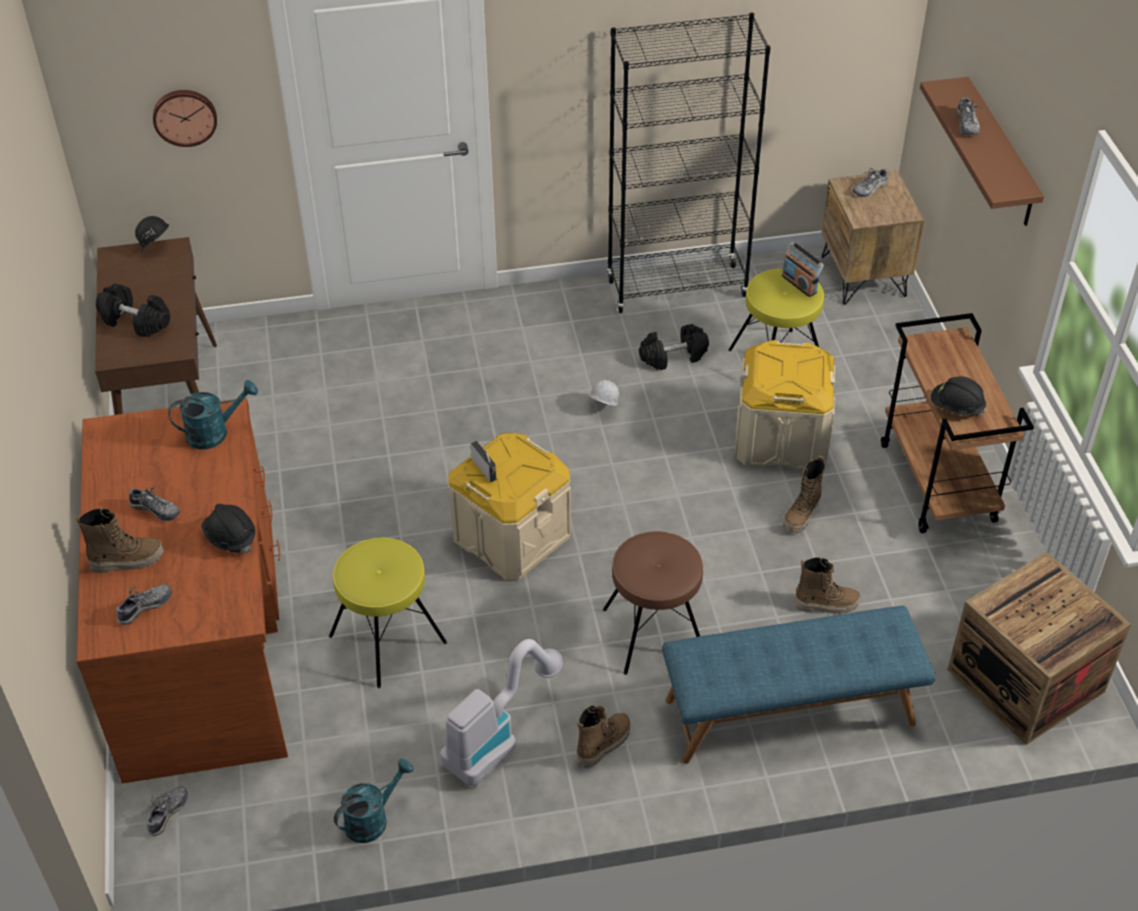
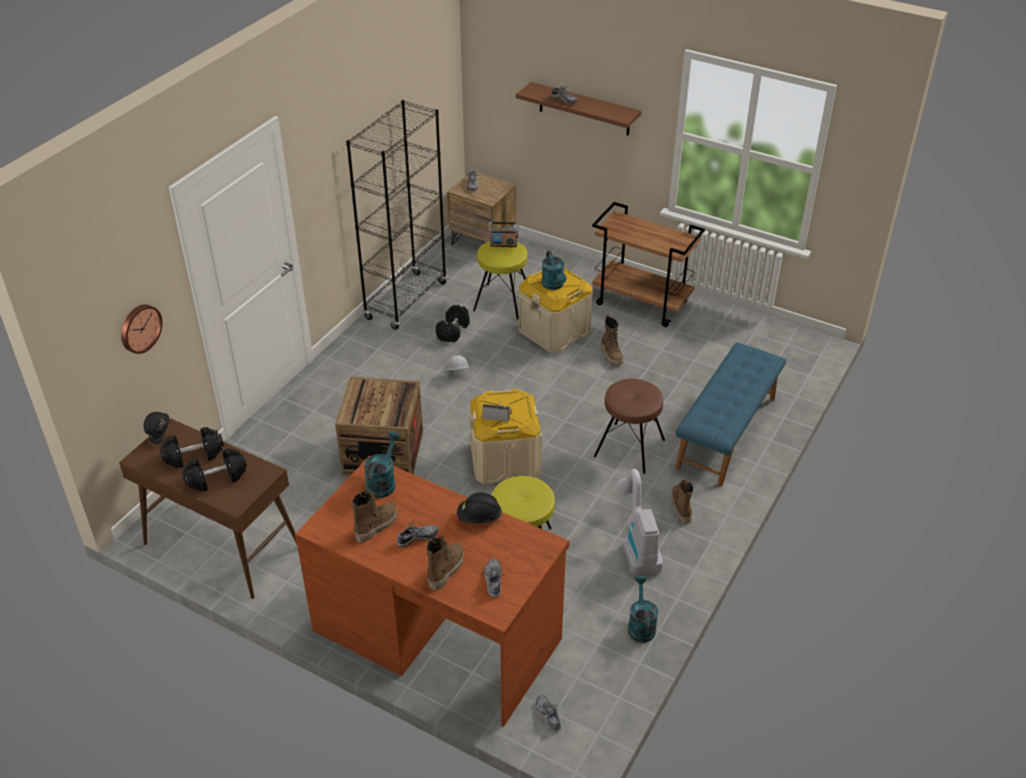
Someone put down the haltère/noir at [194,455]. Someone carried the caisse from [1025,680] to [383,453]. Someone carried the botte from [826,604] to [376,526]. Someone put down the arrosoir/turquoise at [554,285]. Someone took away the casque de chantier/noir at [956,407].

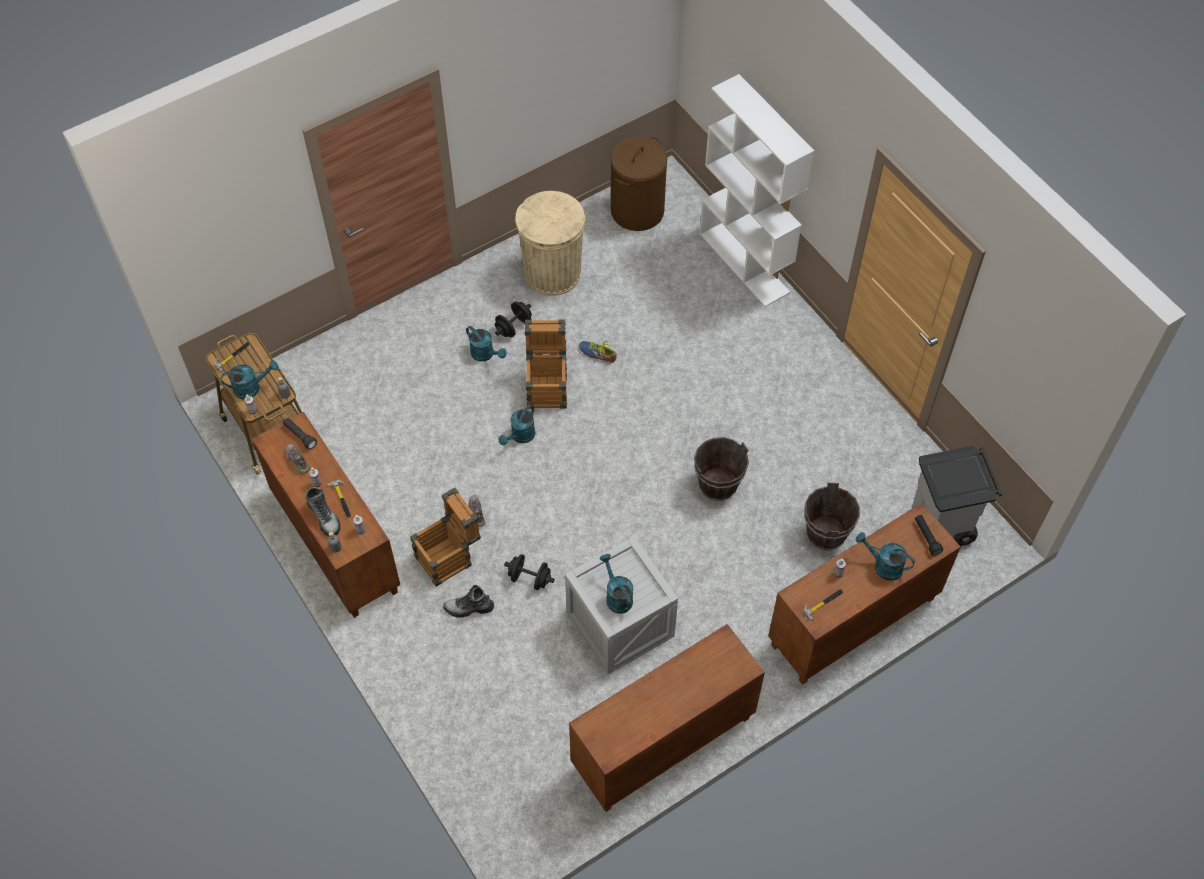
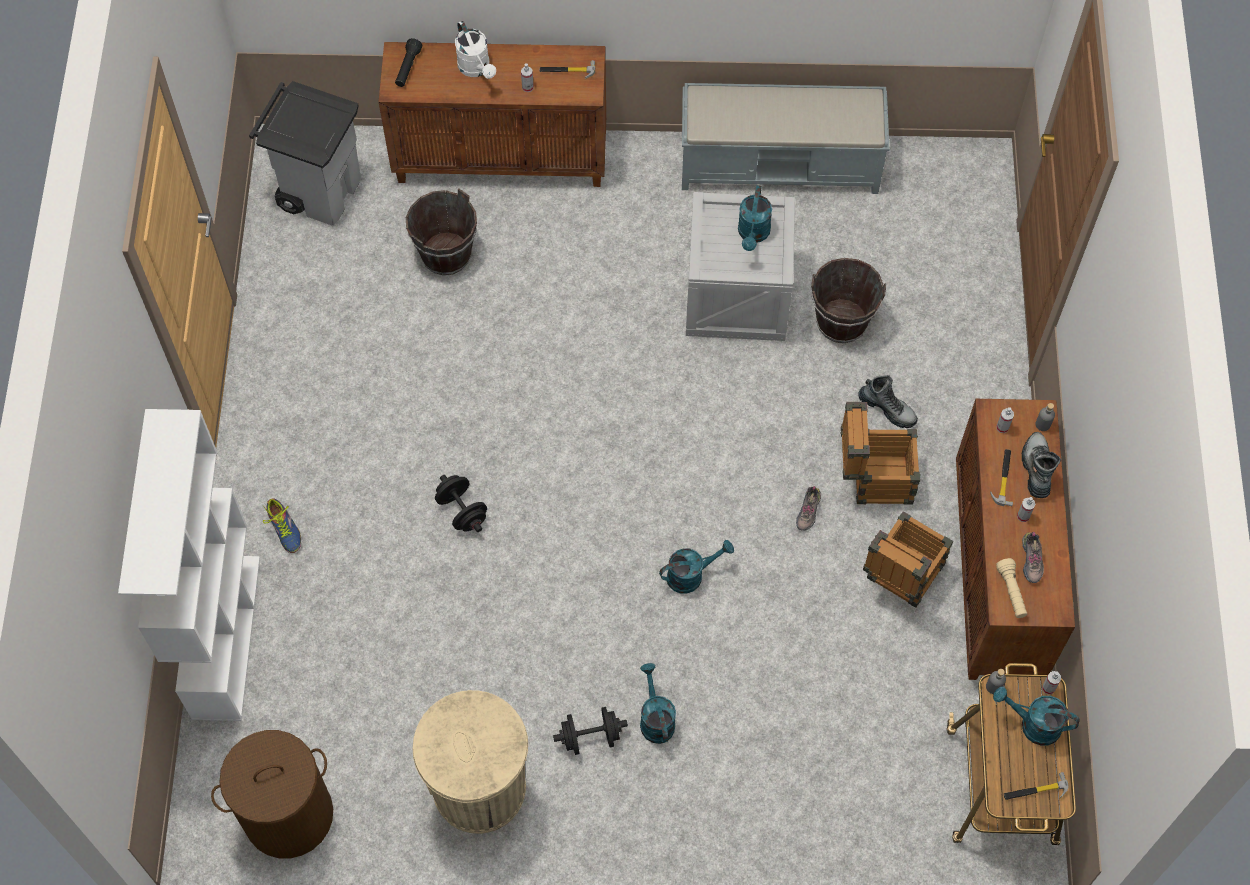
Someone carried the chaussure from [597,354] to [284,528]. Someone carried the haltère/noir from [529,578] to [462,511]. Someone repainted the arrosoir/turquoise at [883,565], which became the arrosoir/blanc at [476,68]. Someone swapped the meuble de rangement/marron at [663,745] for the banc/gris at [781,164]. Someone carried the seau/marron from [718,485] to [842,321]. Someone carried the caisse from [547,386] to [900,578]. Someone repainted the lampe de poche/noir at [300,436], which became the lampe de poche/beige at [1011,592].

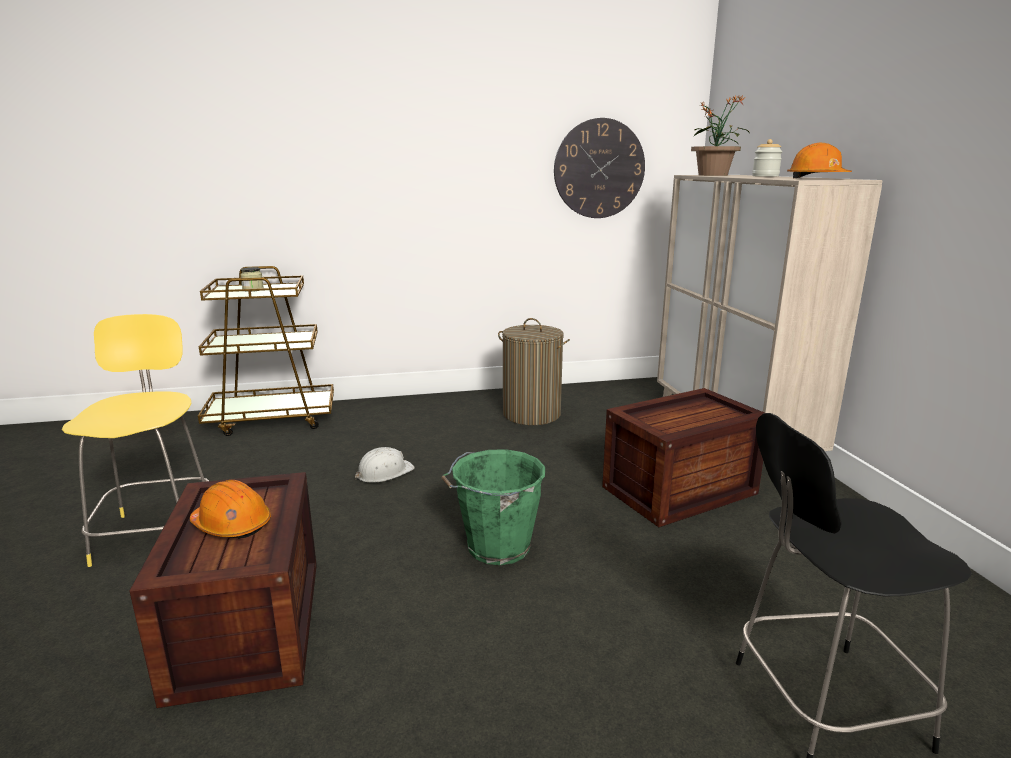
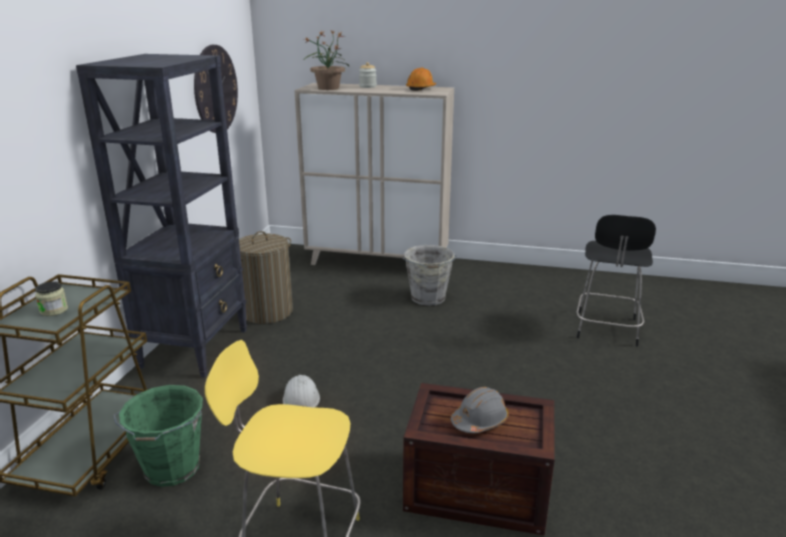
Someone put down the bibliothèque/noir at [195,347]. Someone carried the seau/vert from [496,547] to [171,469]. Someone swapped the caisse at [681,490] for the seau/gris at [428,298]. Someone repainted the casque de chantier/orange at [232,525], which became the casque de chantier/gris at [480,421].

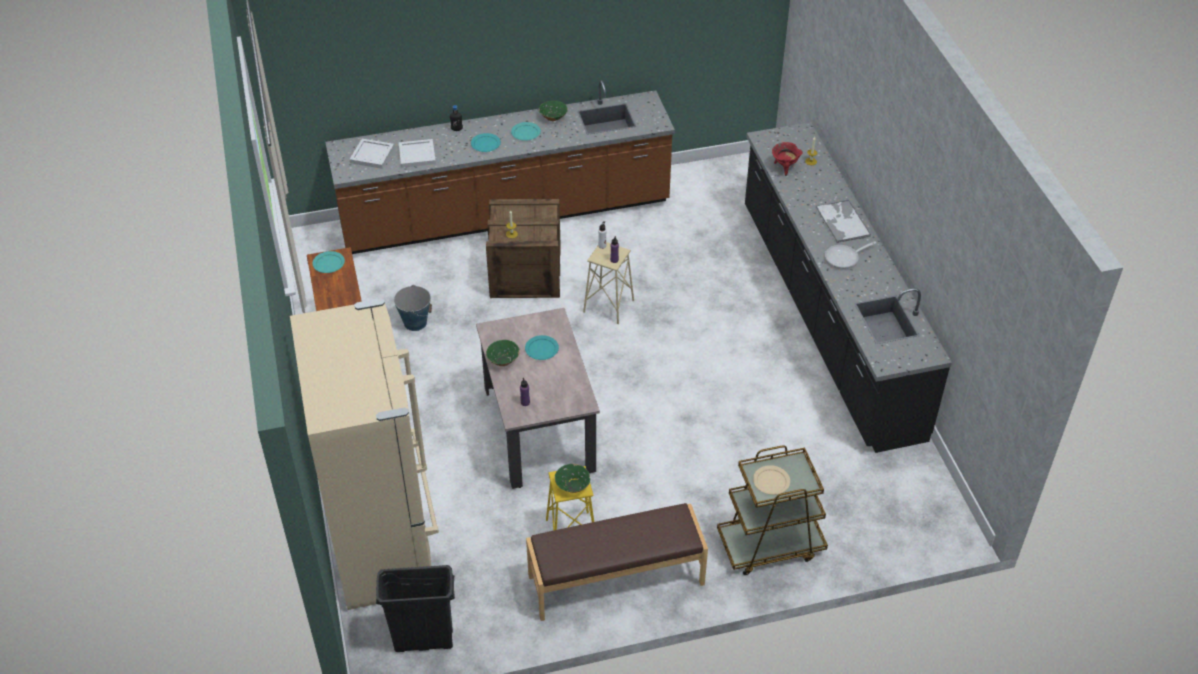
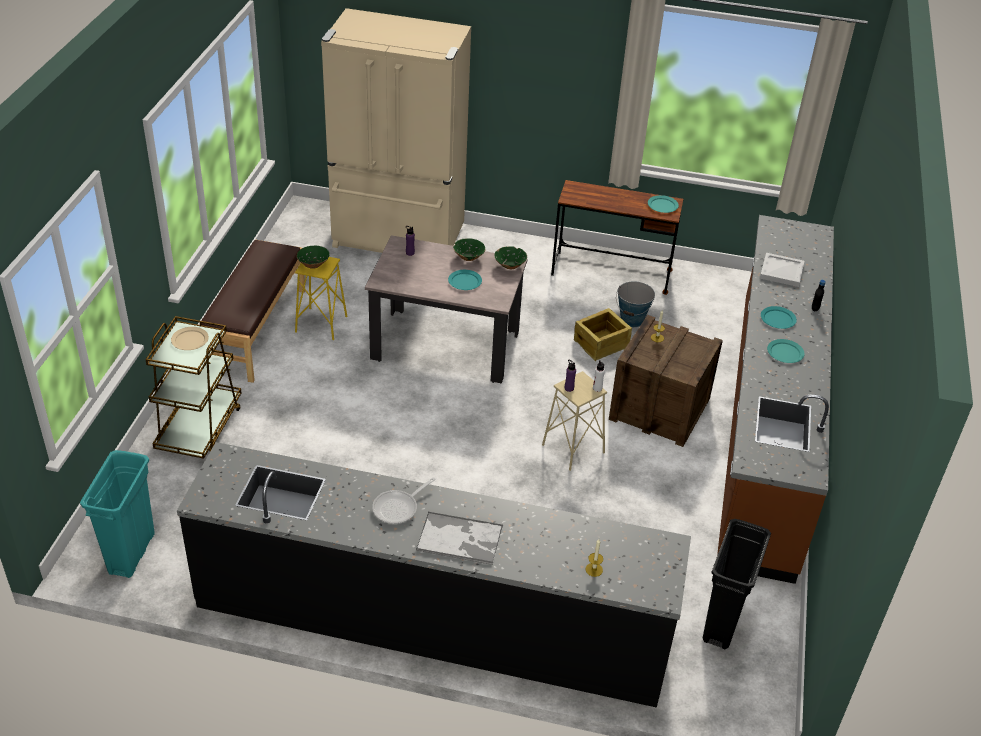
Someone put down the poubelle/turquoise at [131,553]. Someone rotated the poêle at [844,258] by 135 degrees counterclockwise. Someone carried the bol/vert from [553,117] to [510,266]. Someone put down the caisse at [601,344]. Someone carried the poubelle/noir from [424,640] to [722,623]. Someone took away the plateau/blanc at [372,155]. Someone took away the marmite/rouge at [784,167].

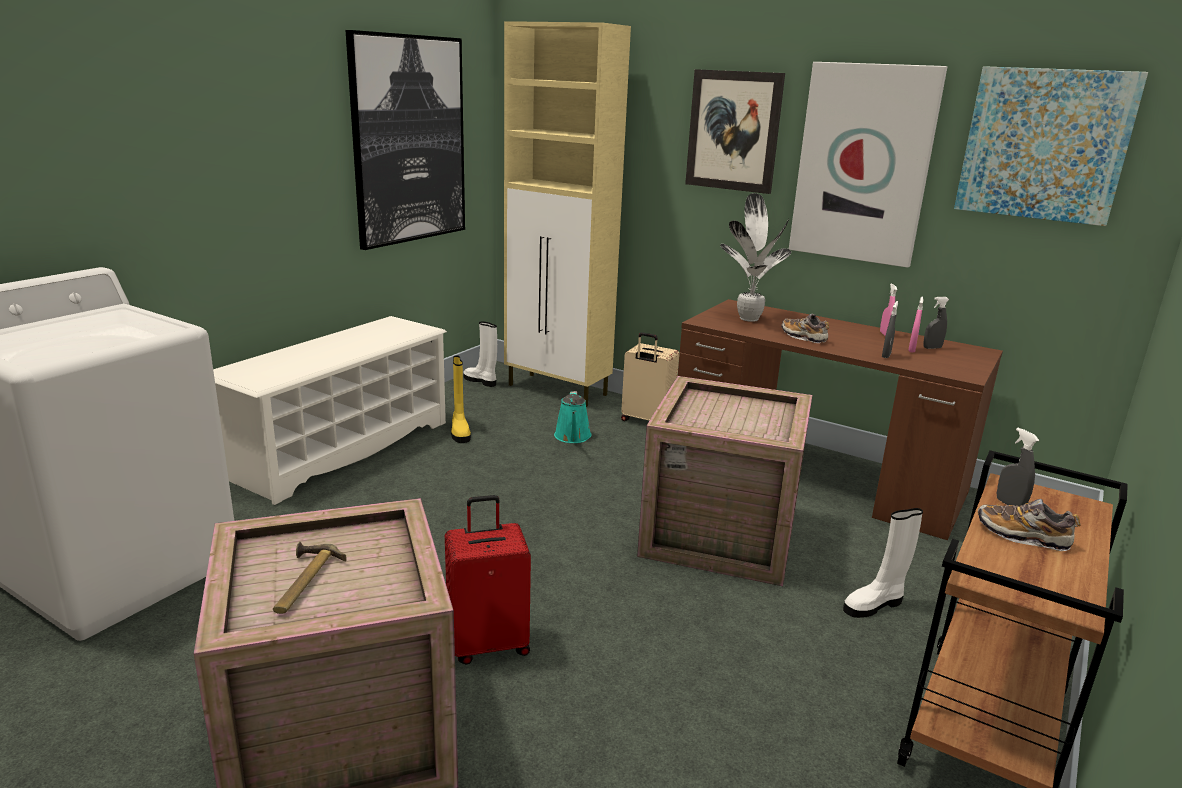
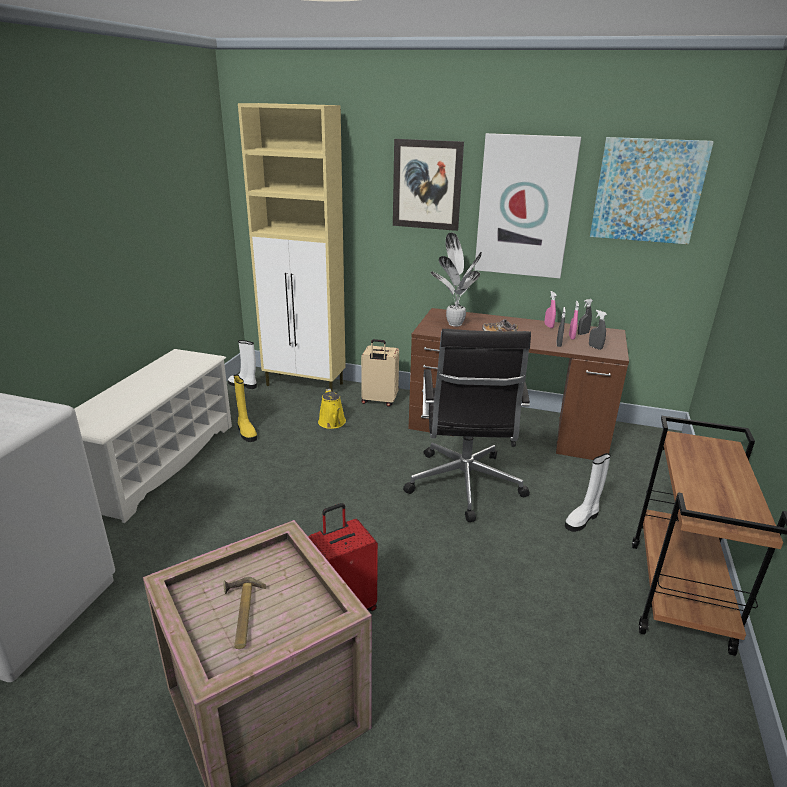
Someone repainted the arrosoir/turquoise at [572,437], which became the arrosoir/jaune at [332,423]. Someone swapped the caisse at [717,535] for the chaise de bureau/noir at [464,486]. Someone carried the vaporisateur/gris from [1010,505] to [595,347]. Someone took away the tableau at [409,140]. Someone took away the chaussure at [1022,536].

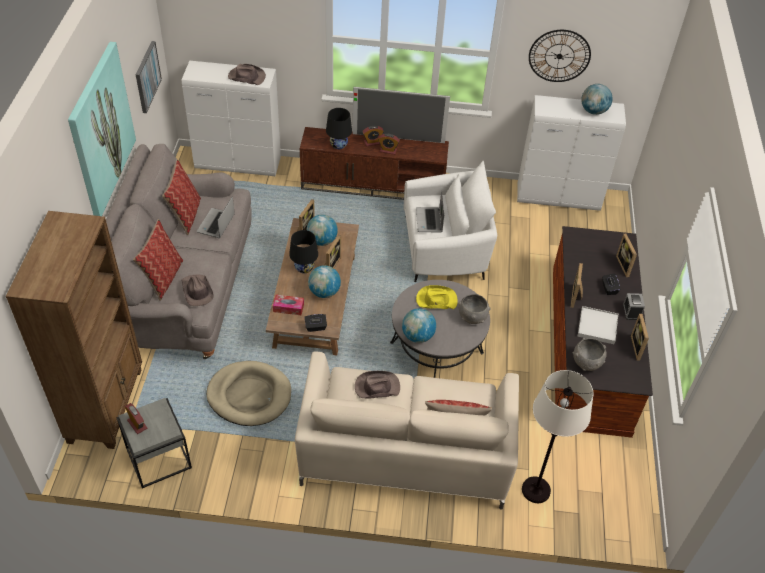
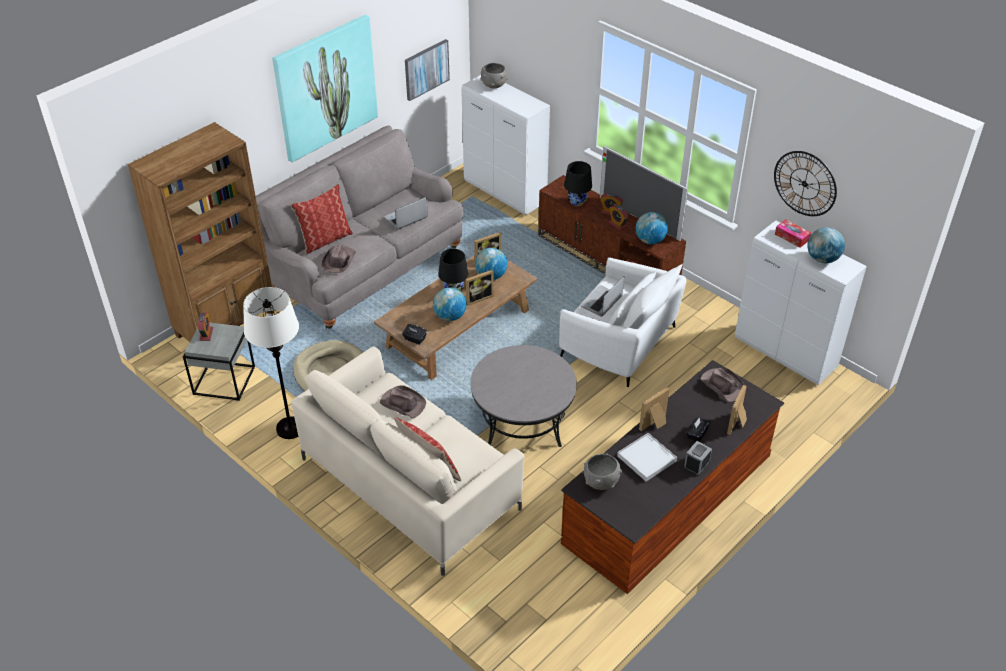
Someone carried the lampadaire/blanc from [535,490] to [290,428]. Someone carried the bol/gris from [472,317] to [494,85]. Someone carried the globe from [417,336] to [650,240]. Someone carried the chapeau/marron from [246,77] to [722,385]. Someone carried the boîte à mouchoirs from [288,308] to [791,237]. Someone took away the coussin at [185,215]. Someone took away the chapeau/jaune at [436,300]. Someone took away the cadre photo at [638,348].

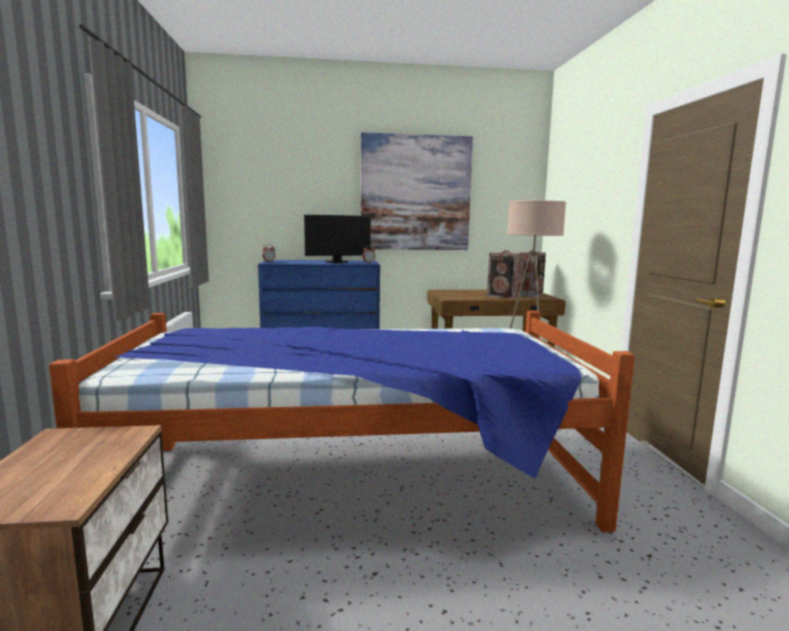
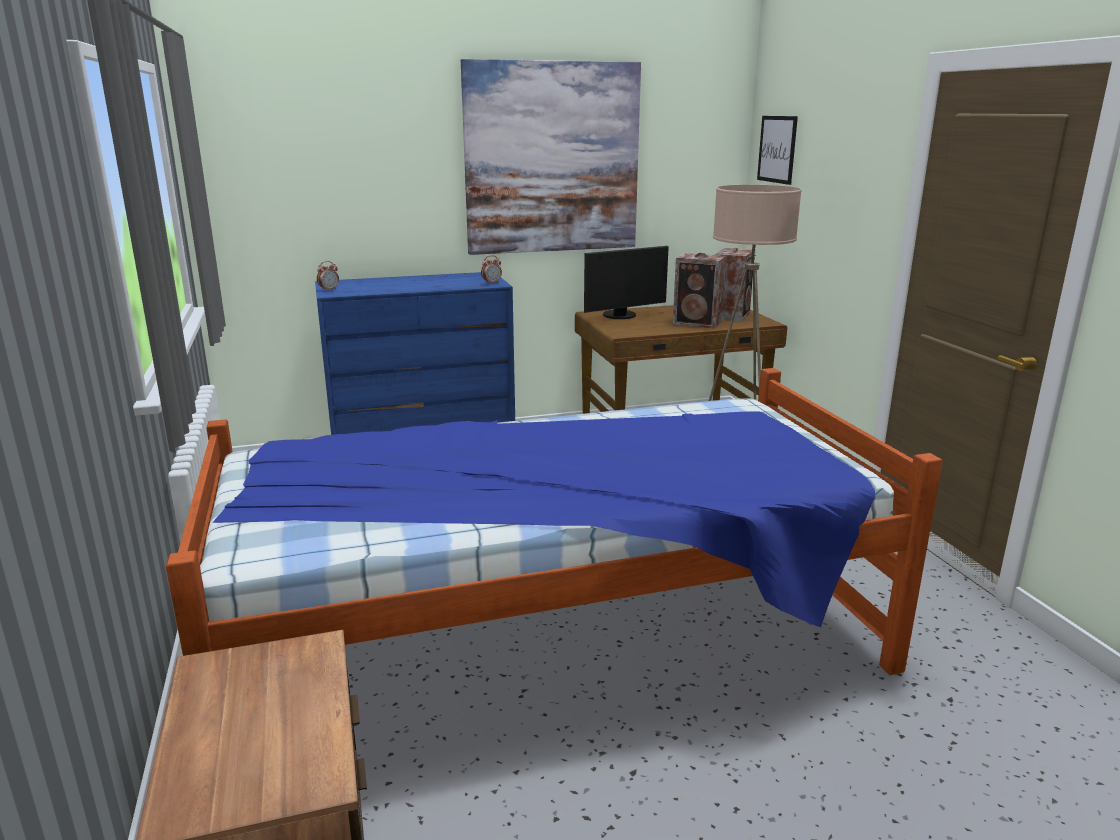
Someone carried the écran d'ordinateur from [337,262] to [621,316]. Someone put up the tableau at [777,149].

